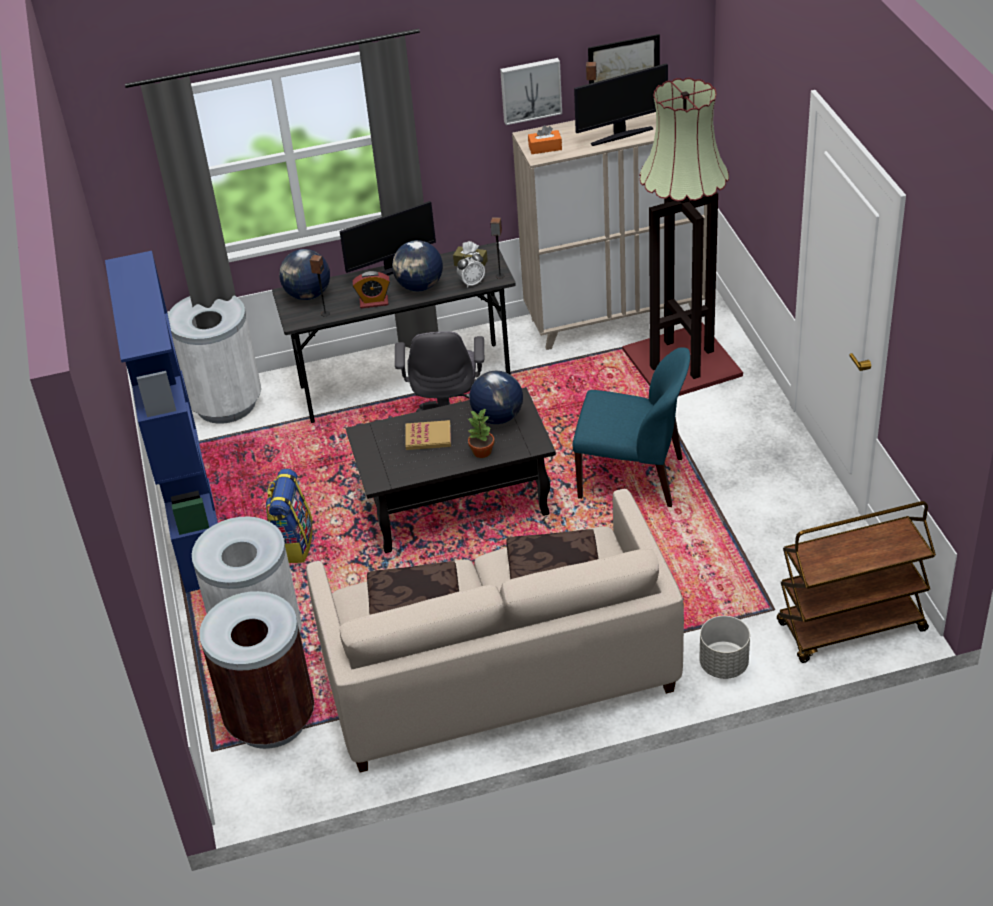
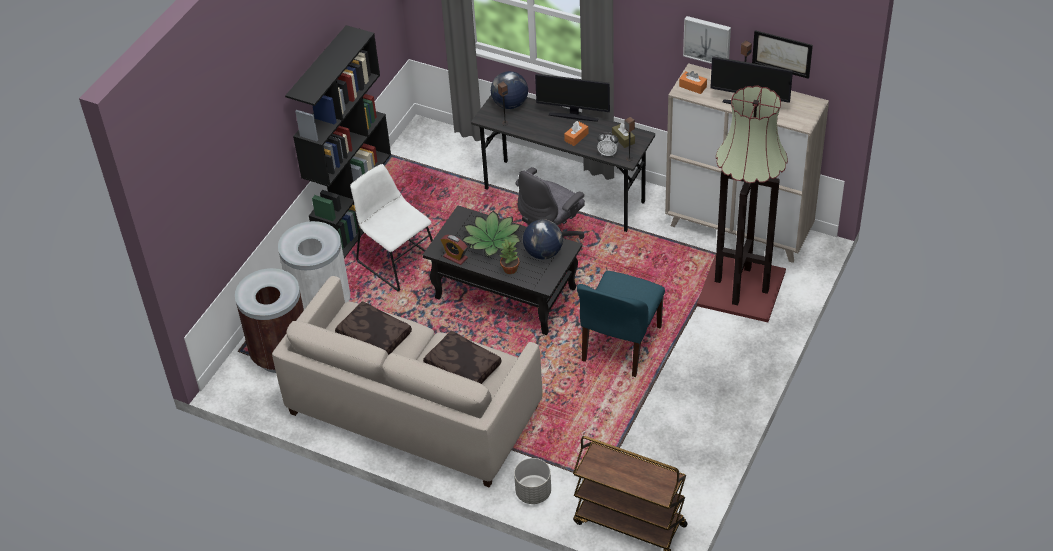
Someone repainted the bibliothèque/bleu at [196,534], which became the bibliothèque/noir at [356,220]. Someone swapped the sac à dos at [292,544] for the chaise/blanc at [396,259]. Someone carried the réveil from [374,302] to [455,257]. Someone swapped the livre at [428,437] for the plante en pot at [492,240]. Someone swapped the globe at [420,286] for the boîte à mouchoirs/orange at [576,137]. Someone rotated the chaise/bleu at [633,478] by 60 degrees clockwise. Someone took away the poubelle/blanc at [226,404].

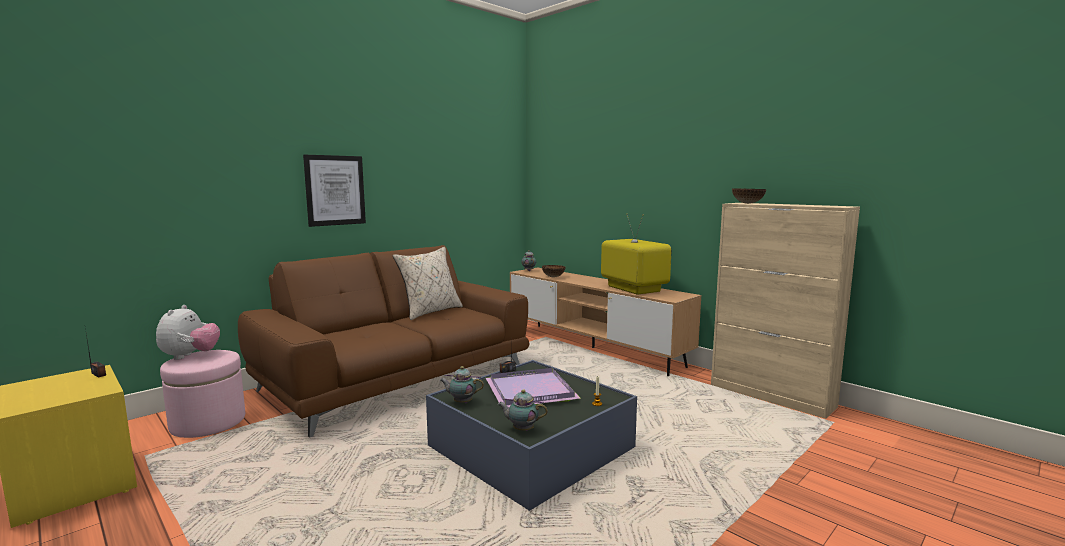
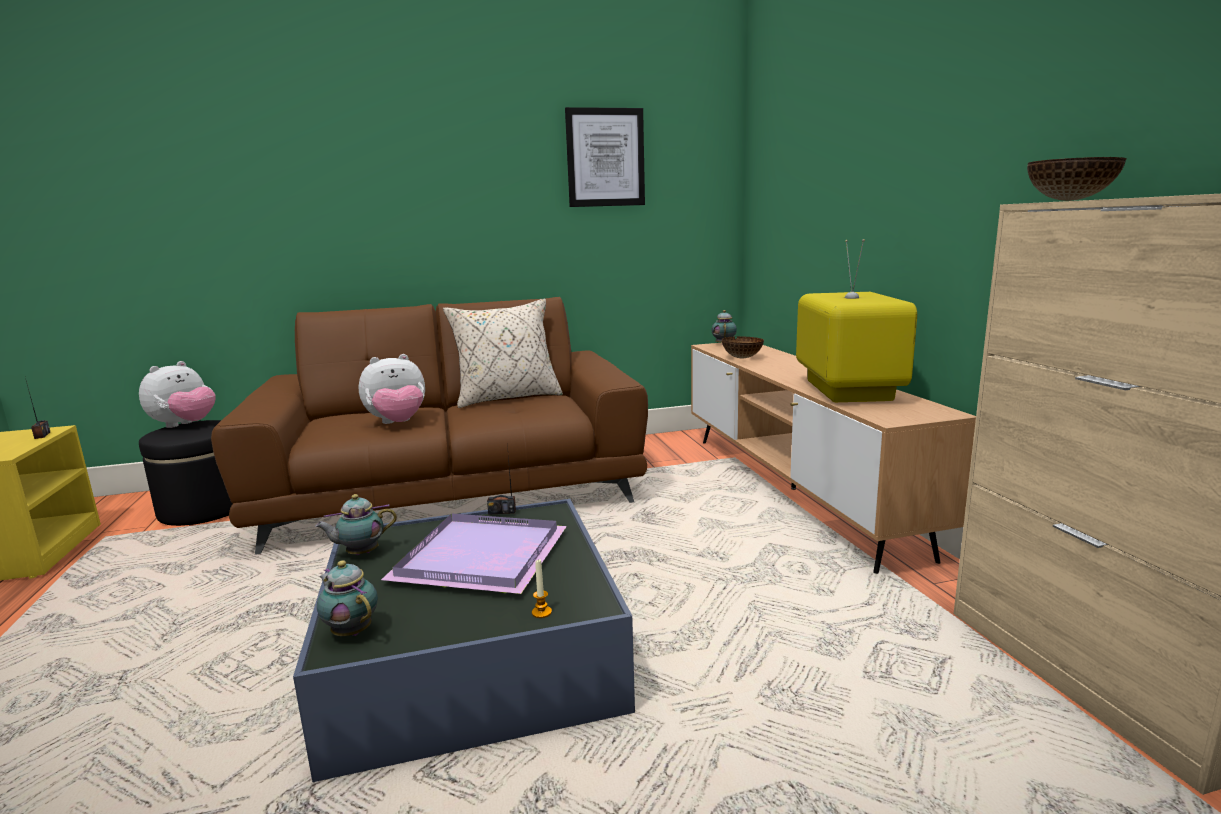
Someone repainted the pouf/rose at [208,422], which became the pouf/noir at [205,509]. Someone rotated the théière at [461,402] by 60 degrees counterclockwise. Someone put down the peluche at [397,423]. Someone carried the tableau from [335,190] to [605,158].

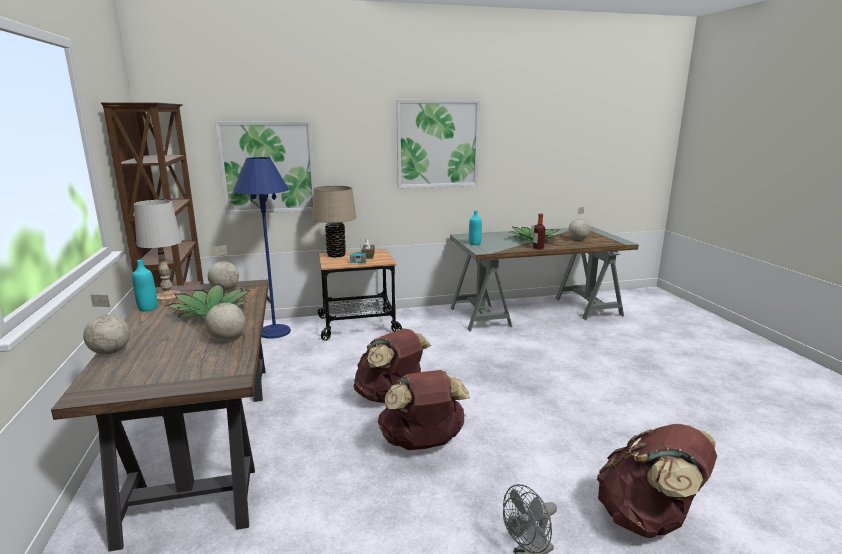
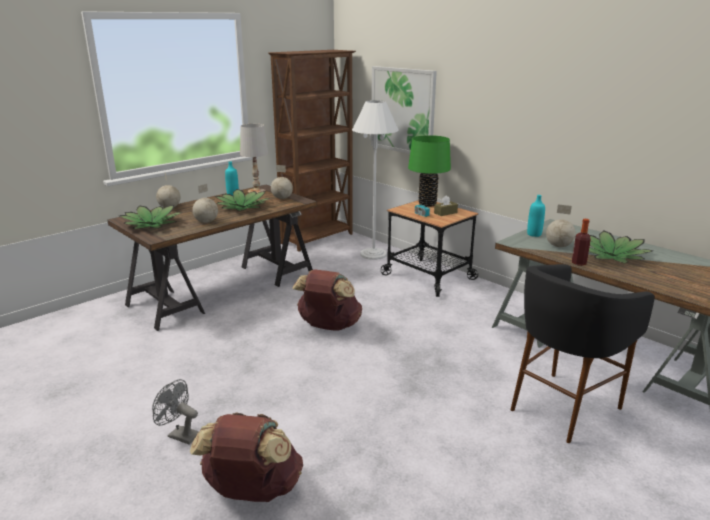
Someone put down the plante en pot at [152,224]. Someone repainted the lampadaire/bleu at [274,332], which became the lampadaire/blanc at [373,254]. Someone repainted the lampe de table/beige at [336,255], which became the lampe de table/vert at [427,204]. Someone put down the tabouret/noir at [562,407]. Someone carried the globe from [578,239] to [558,246]. Someone took away the sac à dos/marron at [422,444]. Someone took away the tableau at [438,144].

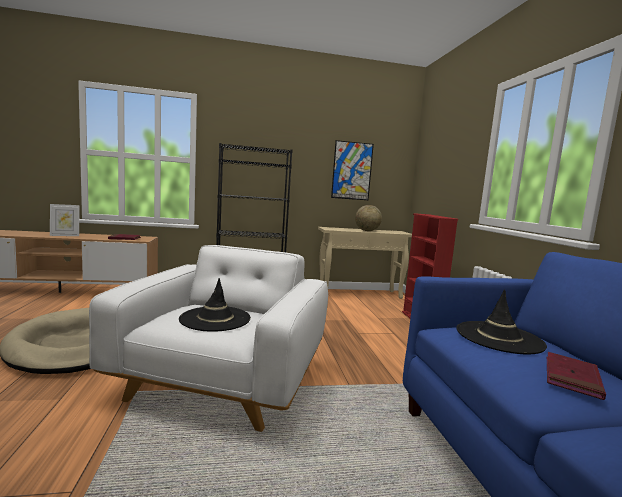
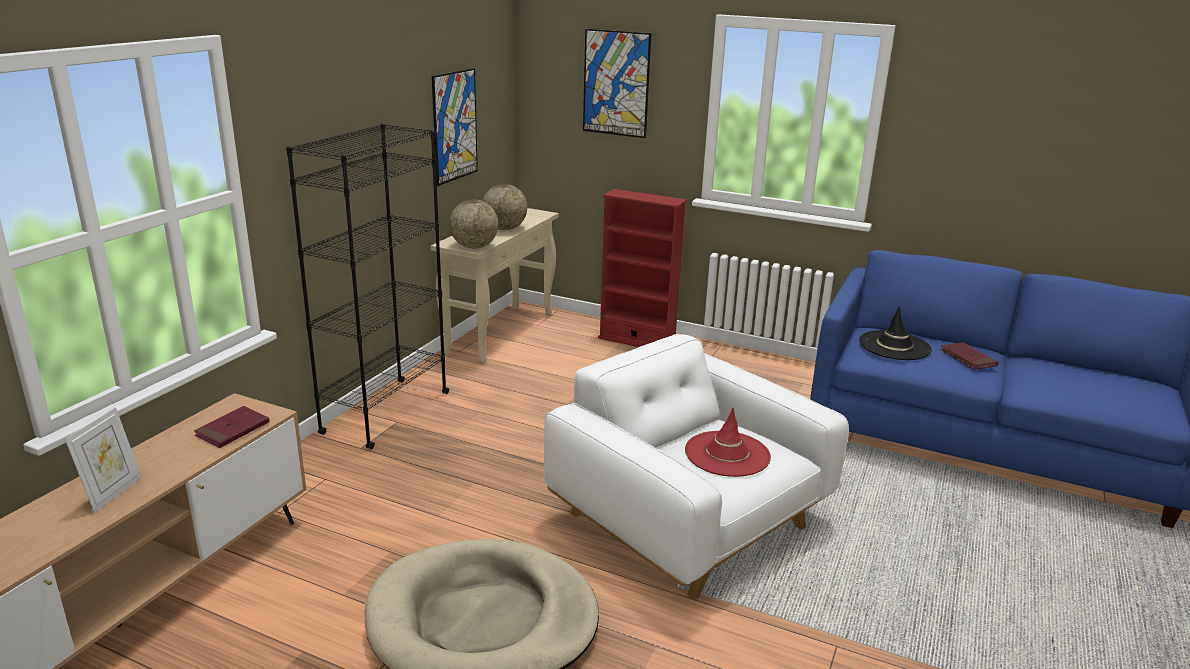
Someone put down the globe at [474,247]. Someone put up the tableau at [616,83]. Someone repainted the chapeau/noir at [215,319], which became the chapeau/rouge at [727,454].

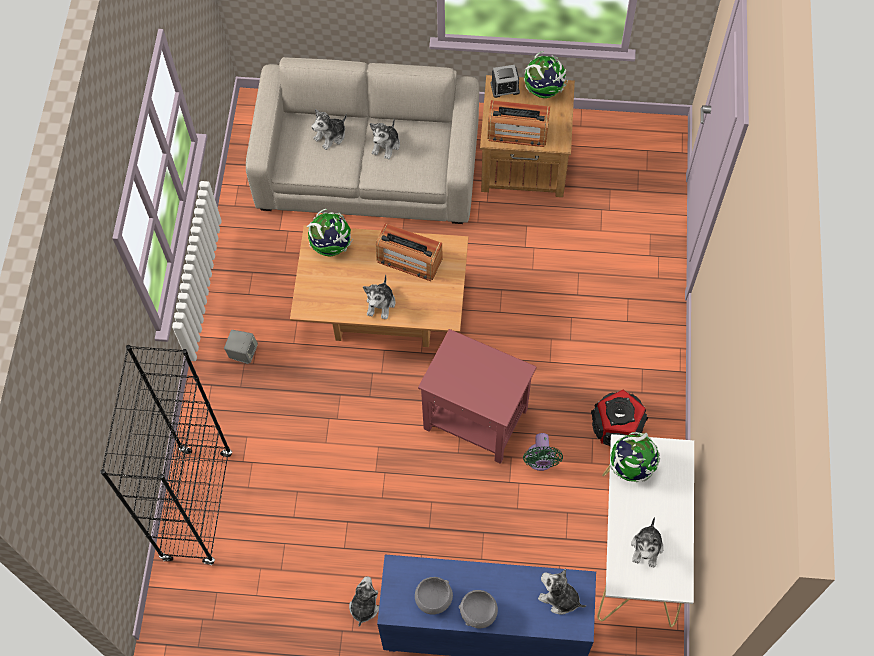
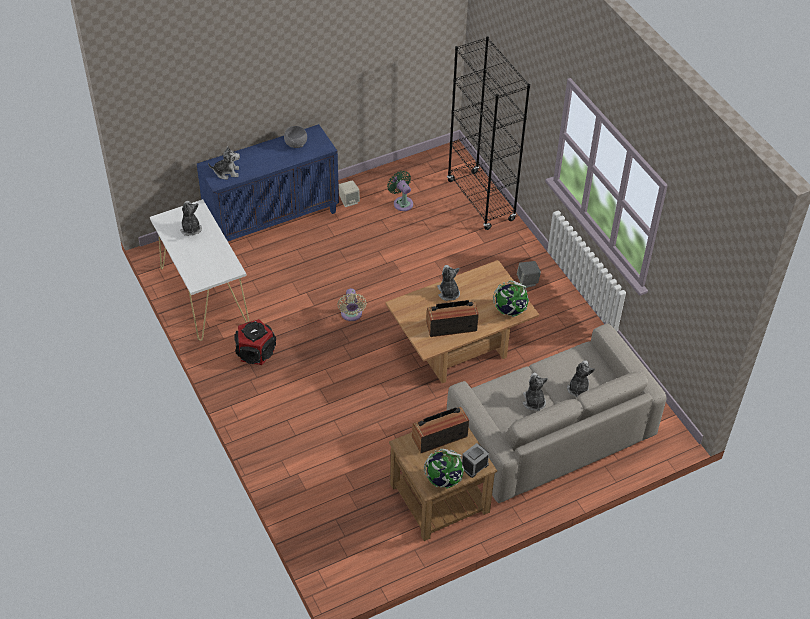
Someone swapped the table d'appoint/rouge at [476,418] for the ventilateur/beige at [351,315]. Someone swapped the peluche at [364,605] for the enceinte/beige at [349,201]. Someone carried the ventilateur/vert from [540,460] to [402,202]. Someone took away the bol/gris at [479,613]. Someone took away the globe at [631,466].

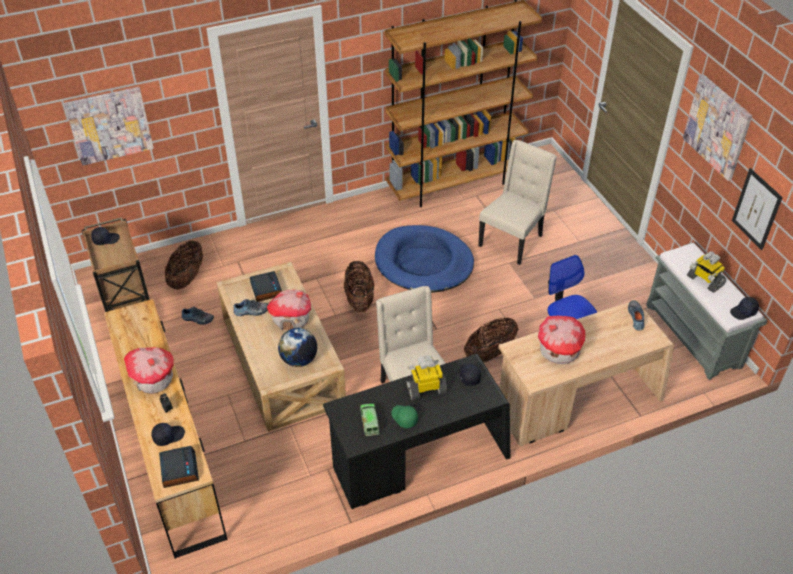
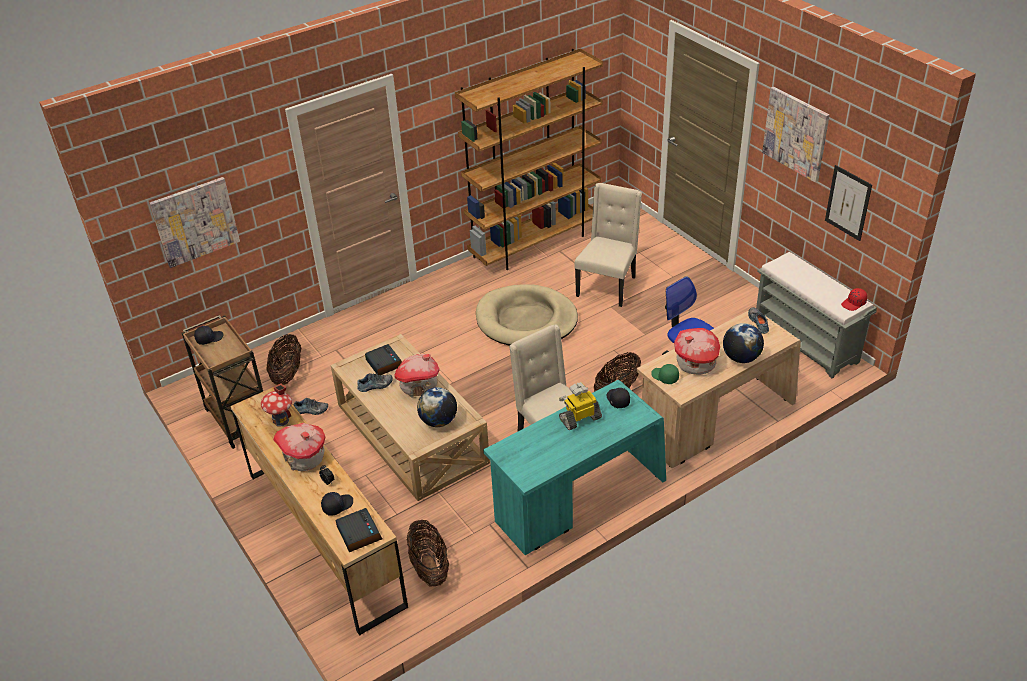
Someone put down the maison miniature at [281,420]. Someone carried the panier from [359,299] to [429,567]. Someone repainted the panier pour chien/bleu at [423,263], which became the panier pour chien/beige at [526,320]. Someone repainted the bureau/noir at [419,461], which became the bureau/turquoise at [578,500]. Someone carried the casquette/vert from [404,418] to [664,377]. Someone put down the globe at [741,358]. Someone repainted the casquette/noir at [743,312], which became the casquette/rouge at [854,304]. Someone took away the camion jouet at [369,422]. Someone took away the robot jouet at [704,280].

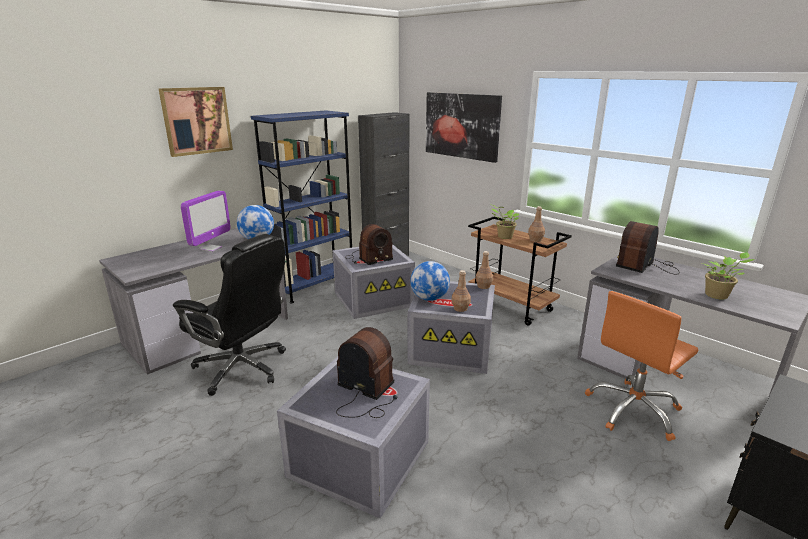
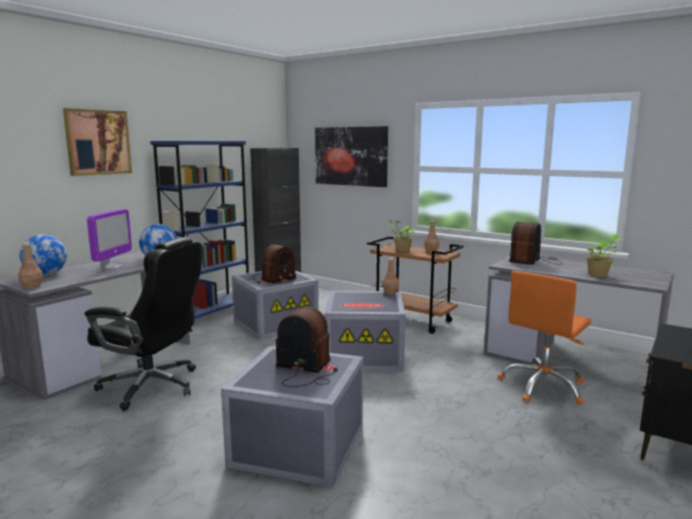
Someone carried the bouteille/marron from [460,308] to [32,287]. Someone carried the globe from [429,298] to [46,275].

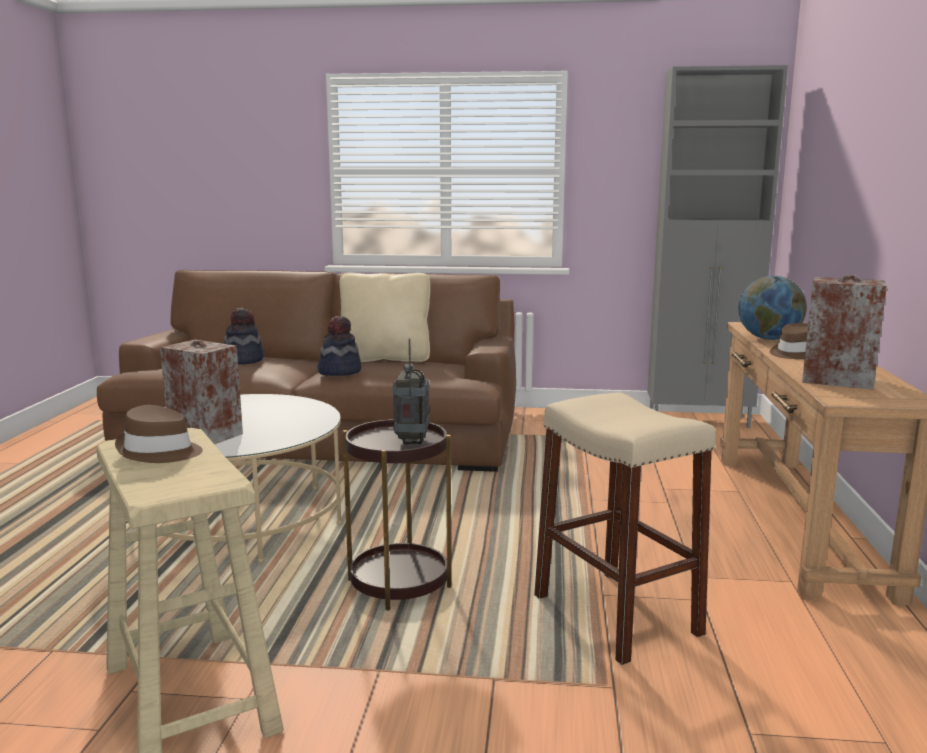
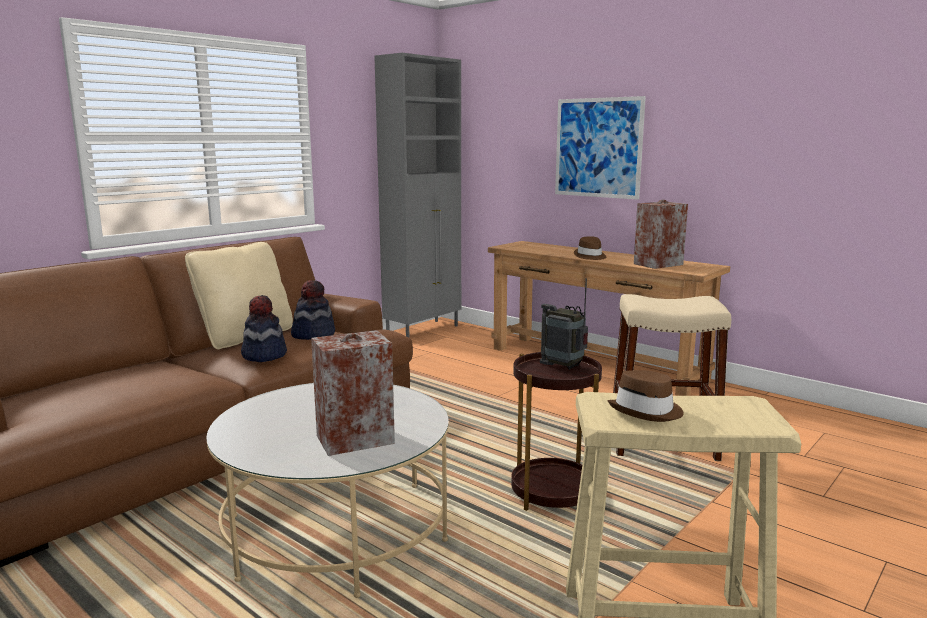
Someone carried the chapeau from [243,360] to [313,334]. Someone put up the tableau at [598,148]. Someone took away the globe at [769,339].

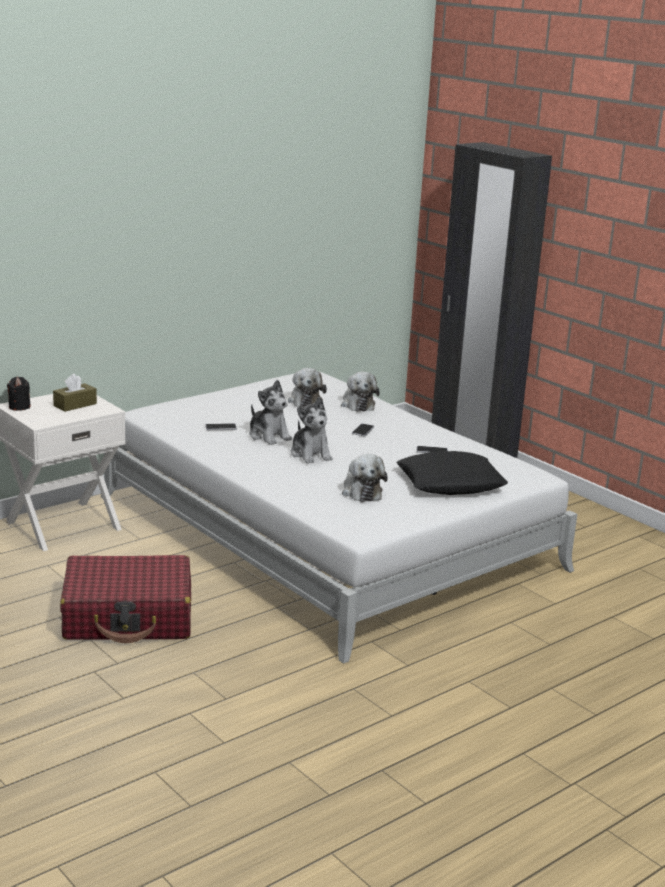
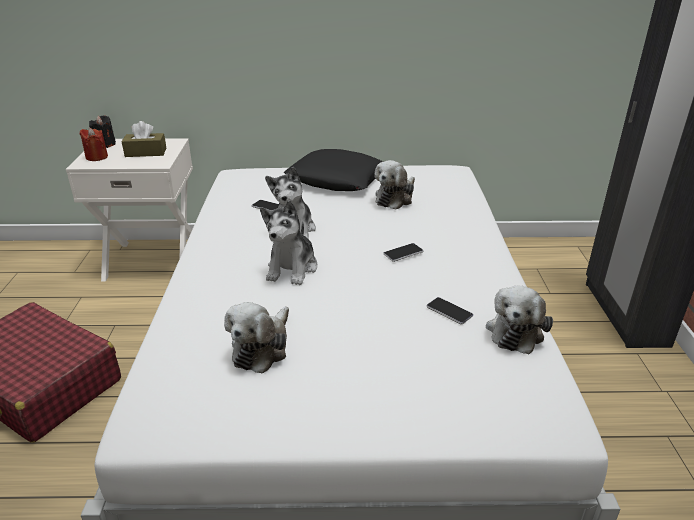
Someone put down the bougie/rouge at [97,157]. Someone carried the coussin/noir from [450,483] to [337,179]. Someone carried the peluche from [357,404] to [516,330].

